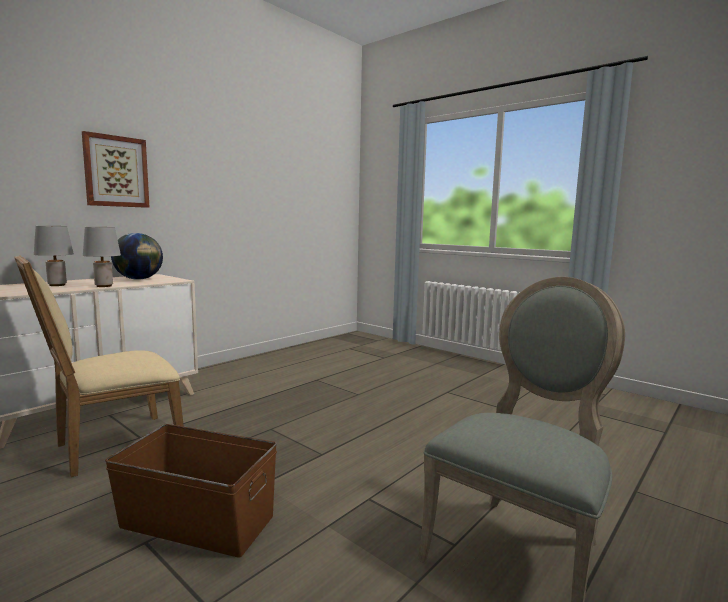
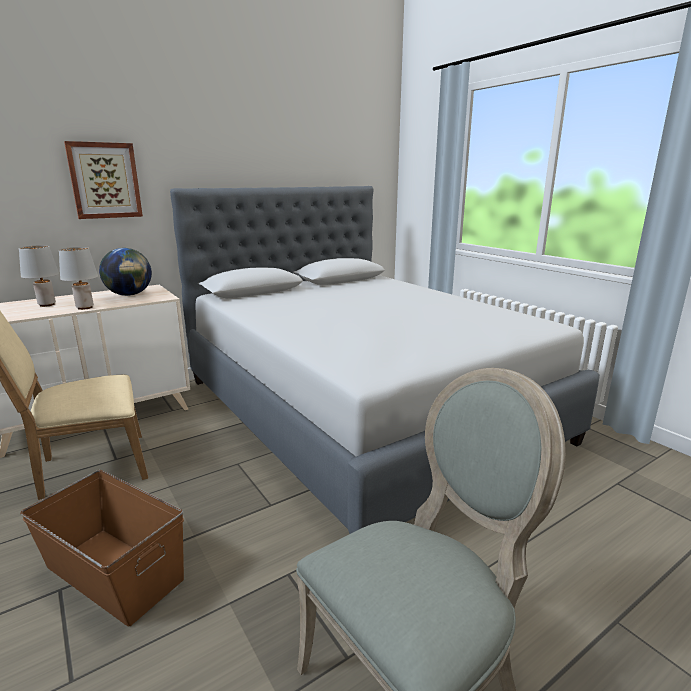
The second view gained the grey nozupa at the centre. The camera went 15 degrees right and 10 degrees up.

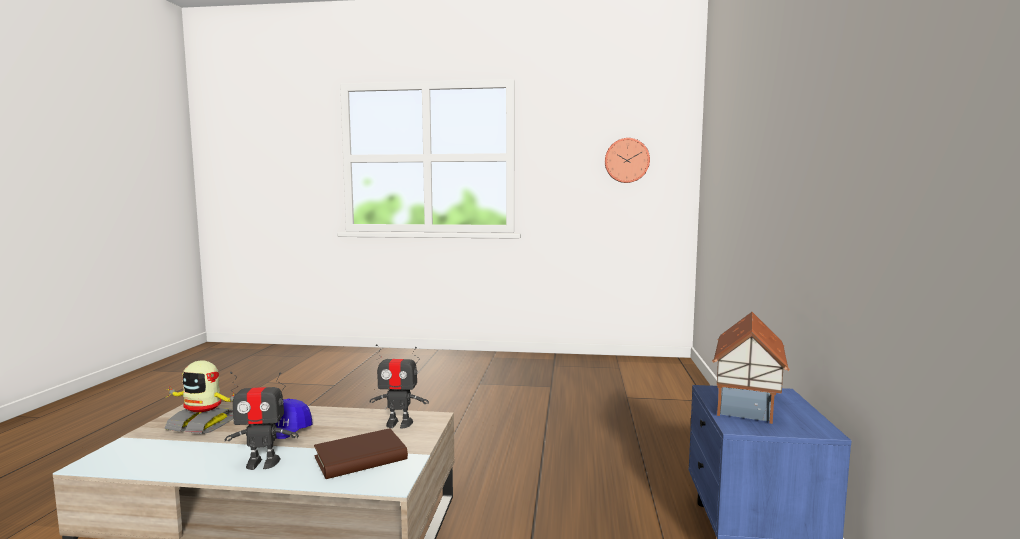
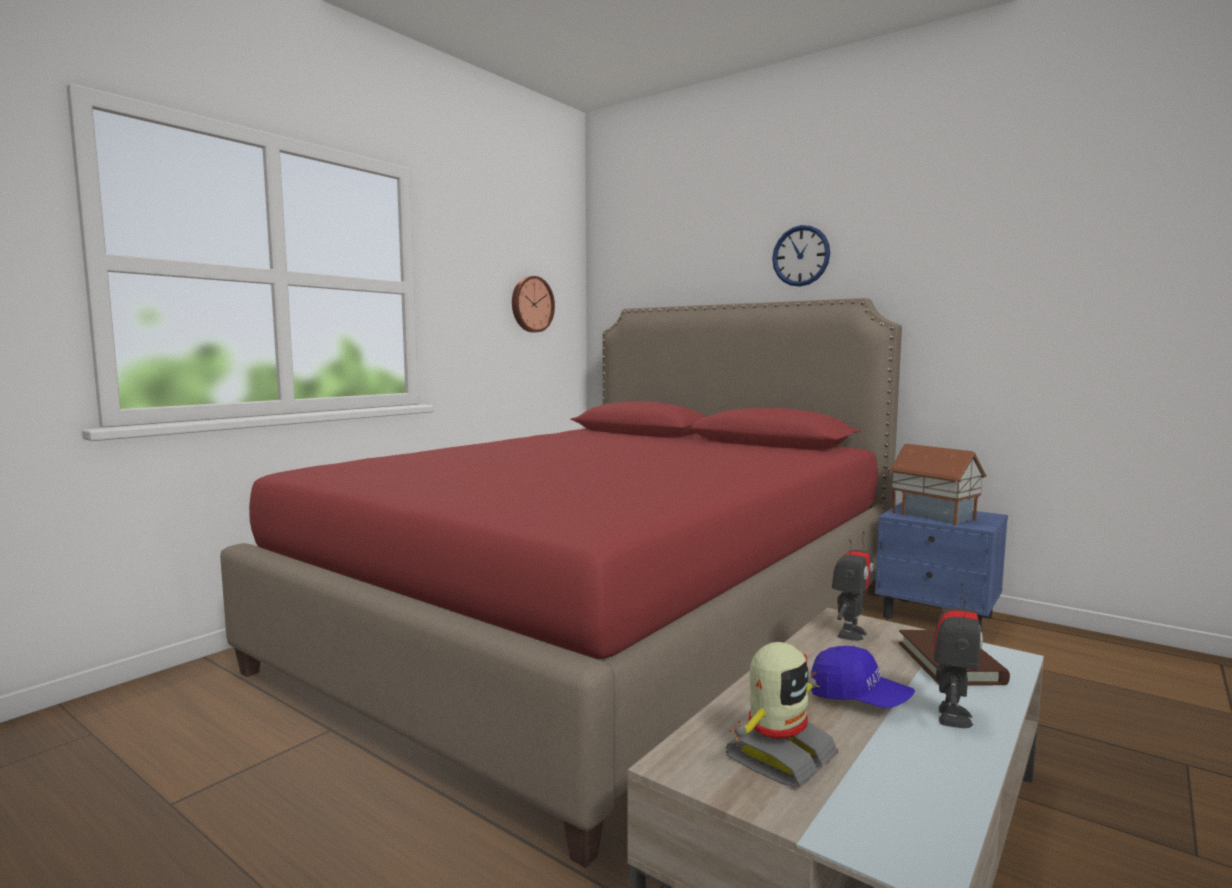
The second view gained the red nozupa at the centre. The second view gained the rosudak (2nd from left) at the top centre. The camera went 60 degrees left and 0 degrees up.

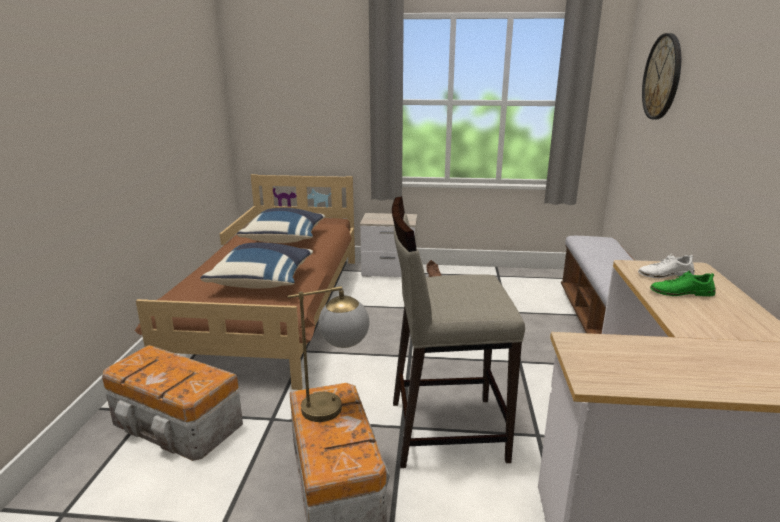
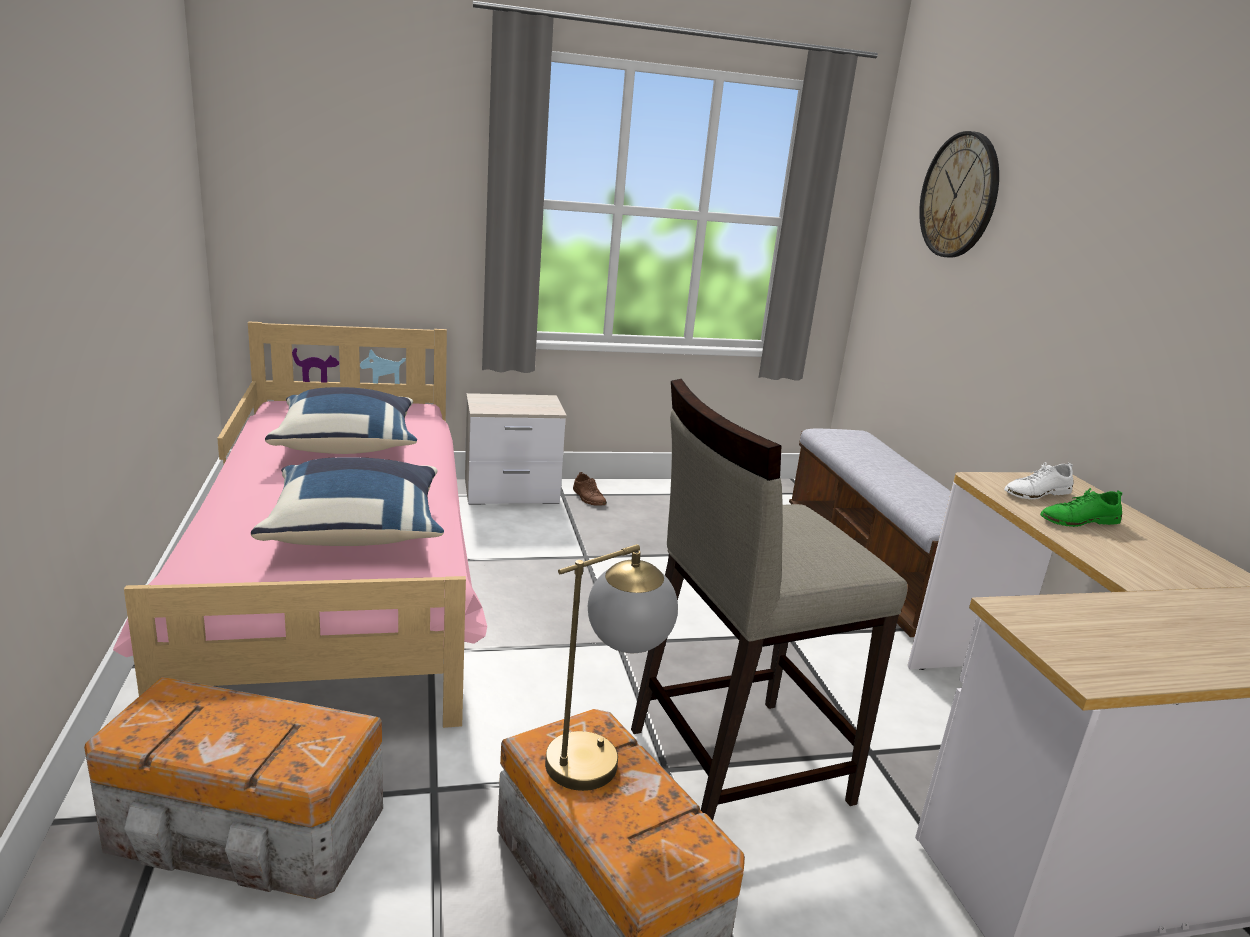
What was the brown nozupa at the middle left turned into the pink nozupa at the middle left. The camera went 20 degrees left and 0 degrees up.

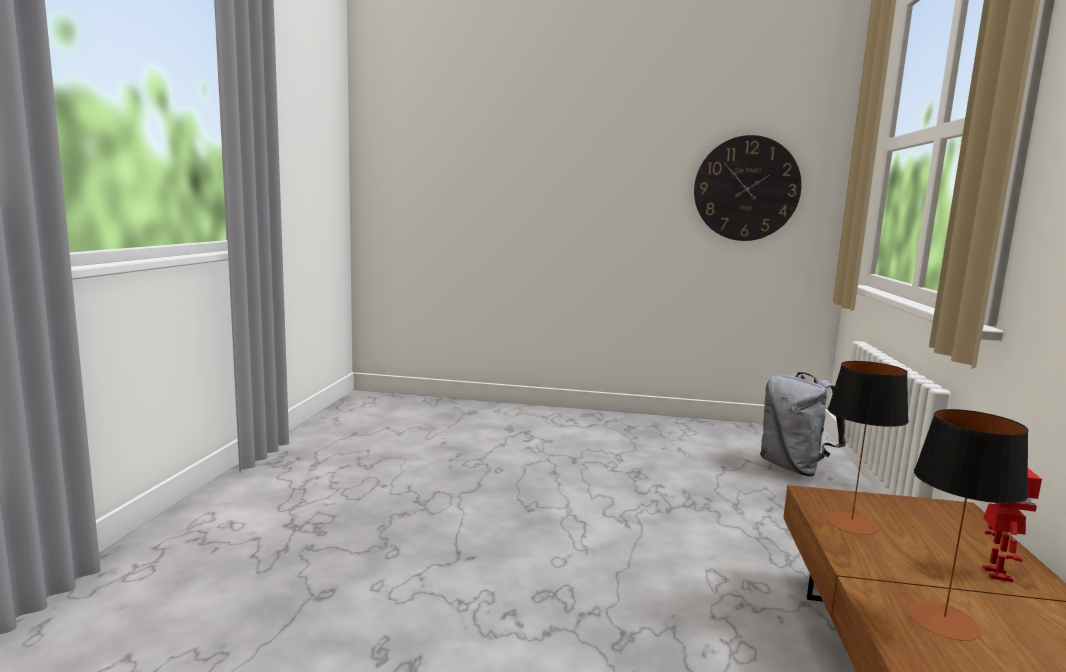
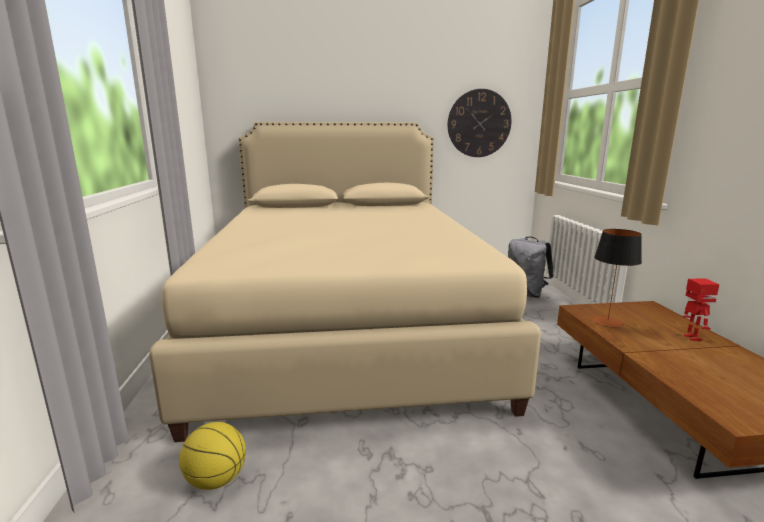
The second view gained the beige nozupa at the centre. The second view gained the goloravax at the bottom left. The second view lost the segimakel (2nd from left) at the bottom right. The camera went 15 degrees left and 5 degrees up.

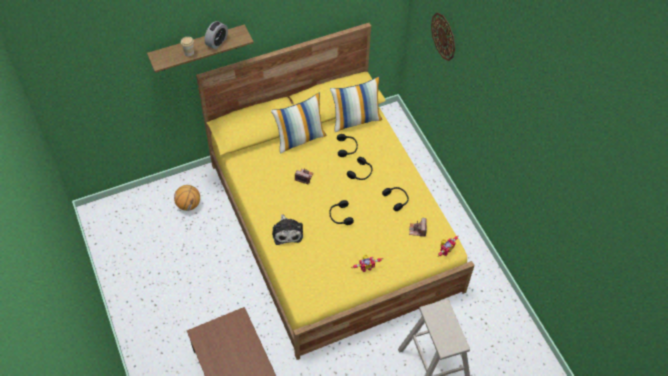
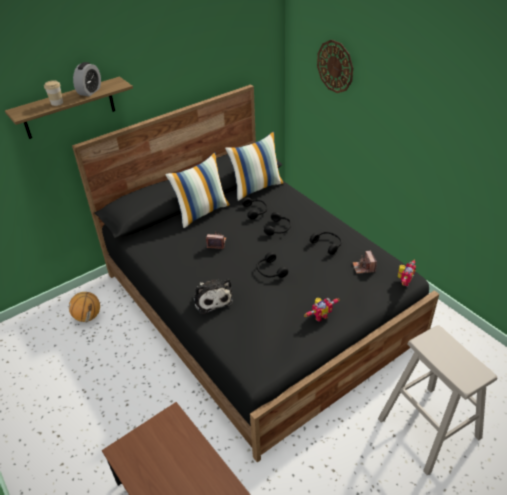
What was the yellow nozupa at the centre turned into the black nozupa at the centre. The camera went 10 degrees left and 15 degrees down.

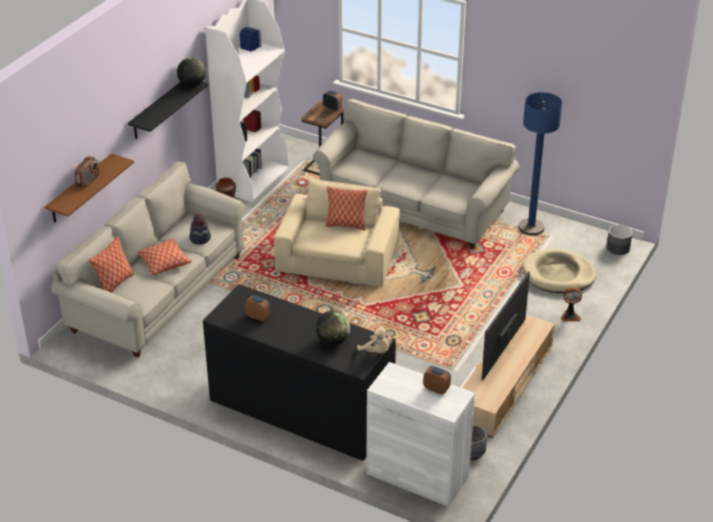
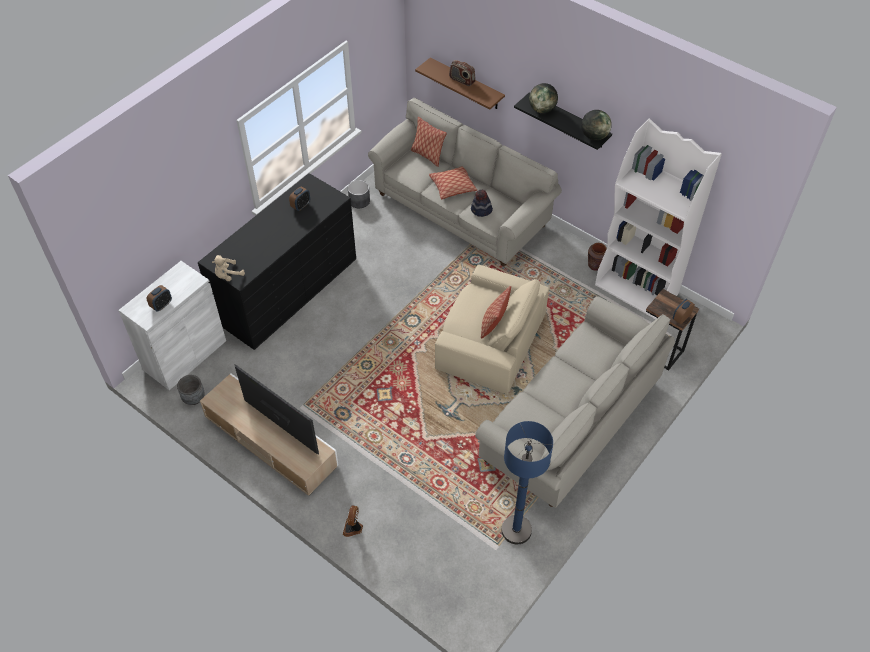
The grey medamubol (2nd from left) ended up elsewhere, having gone from the middle right to the top centre. The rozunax (2nd from left in the first image) ended up elsewhere, having gone from the centre to the top centre. The second view lost the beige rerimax at the middle right. The camera went 100 degrees right and 15 degrees up.

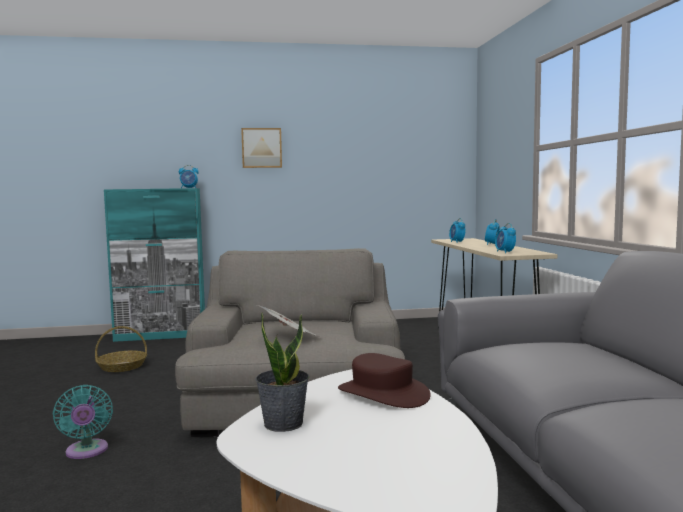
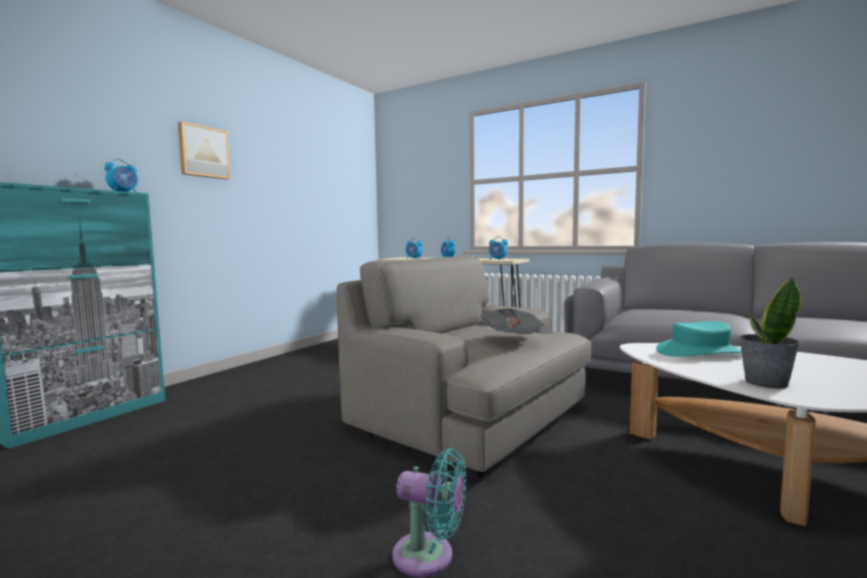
What was the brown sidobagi at the bottom centre turned into the turquoise sidobagi at the middle right. The second view lost the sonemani at the bottom left. The camera went 50 degrees left and 0 degrees up.

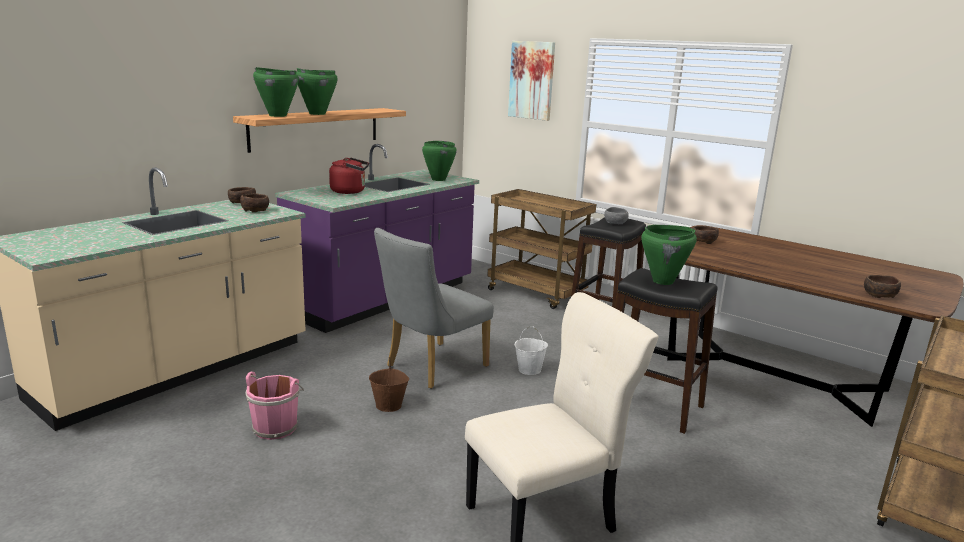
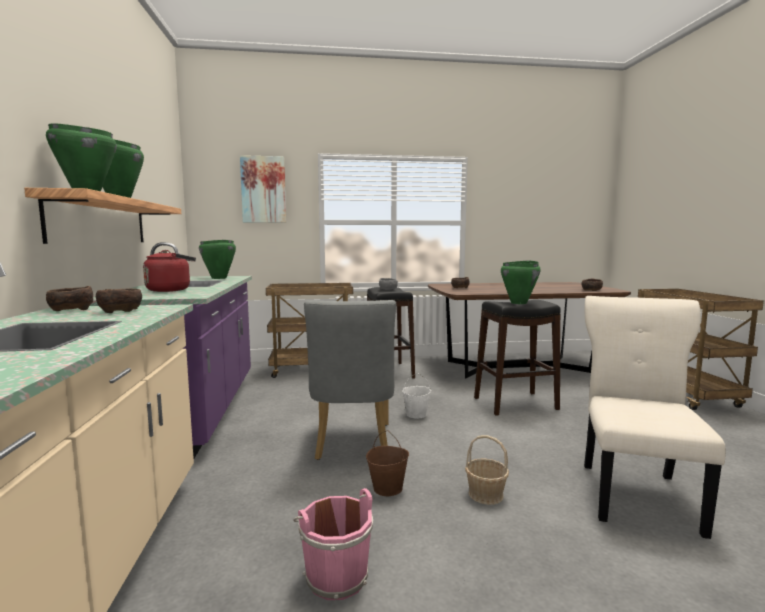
The second view gained the sonemani at the bottom centre. The camera went 45 degrees left and 10 degrees down.

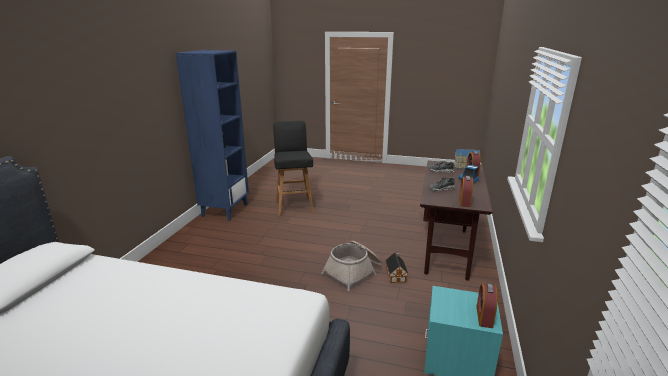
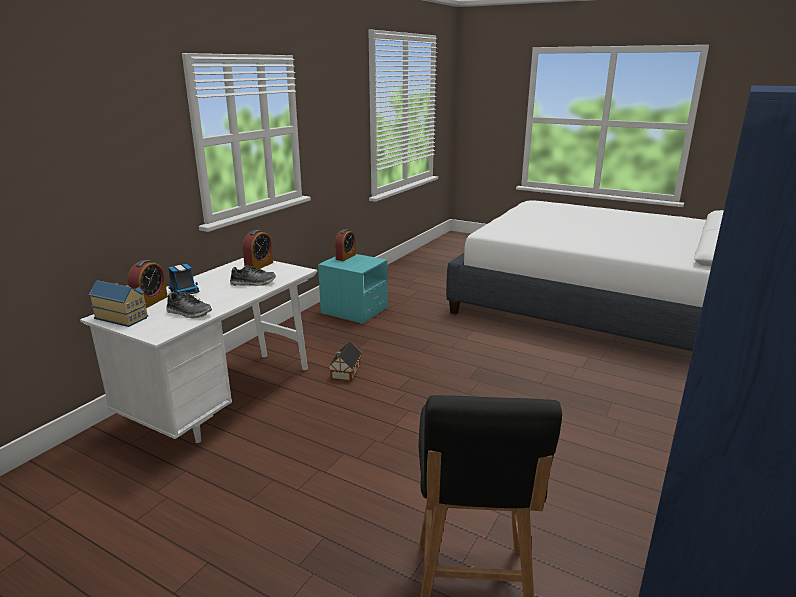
What was the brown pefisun at the middle right turned into the white pefisun at the middle left. The second view lost the sonemani at the bottom centre. The camera went 165 degrees left and 0 degrees up.

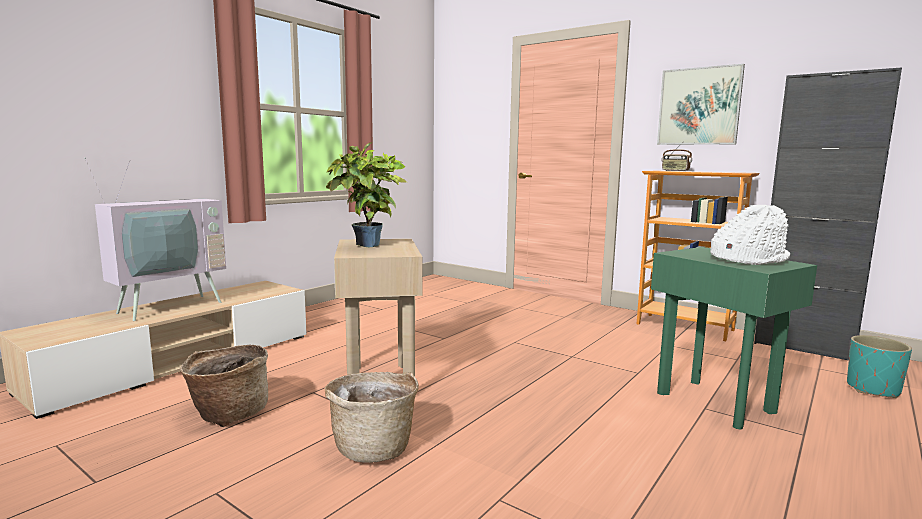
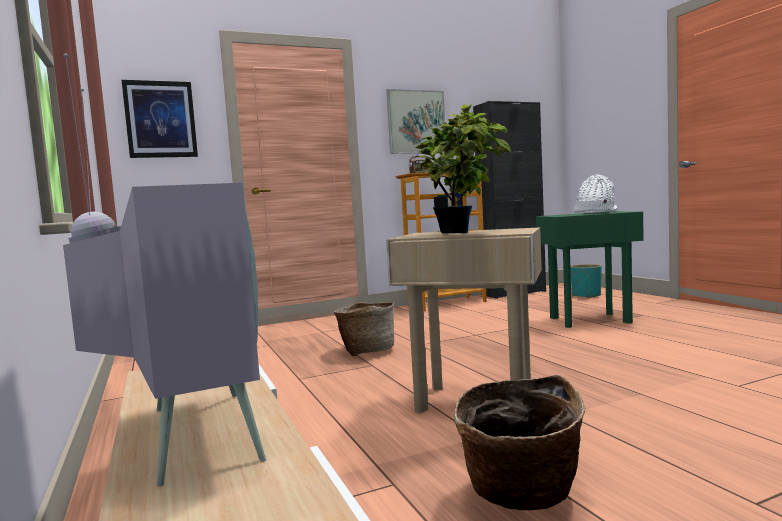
The second view gained the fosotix (1st from left) at the top left. The sonemani (2nd from left in the first image) ended up elsewhere, having gone from the bottom centre to the centre. The camera went 60 degrees left and 5 degrees down.

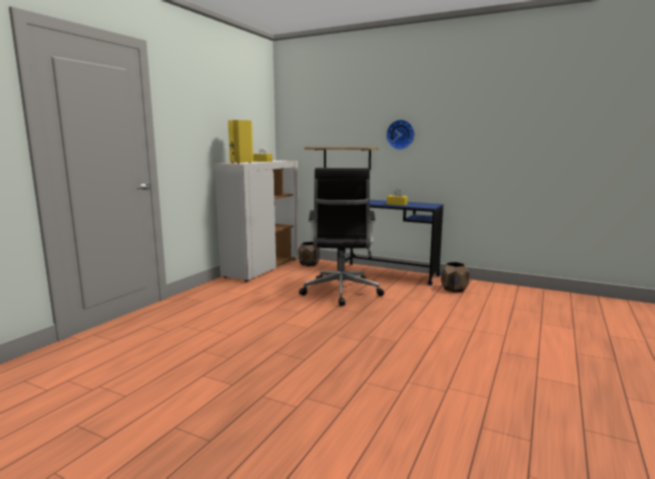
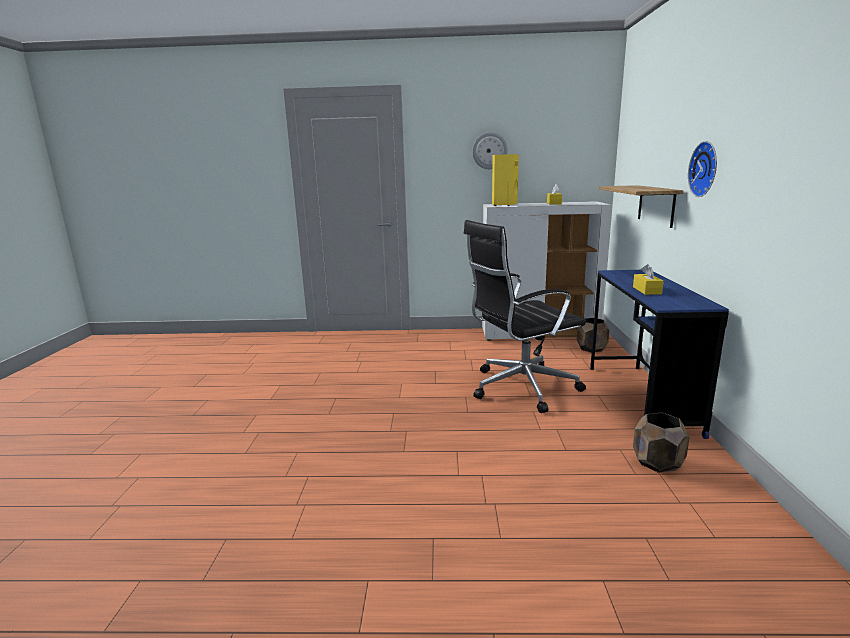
The second view gained the rosudak (1st from left) at the top centre. The camera went 65 degrees right and 5 degrees up.

